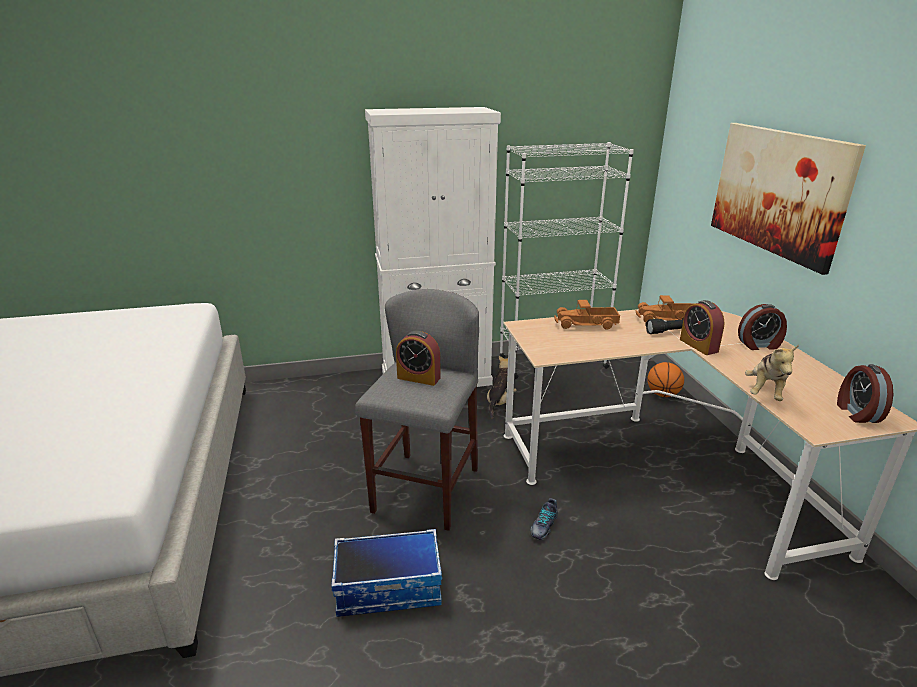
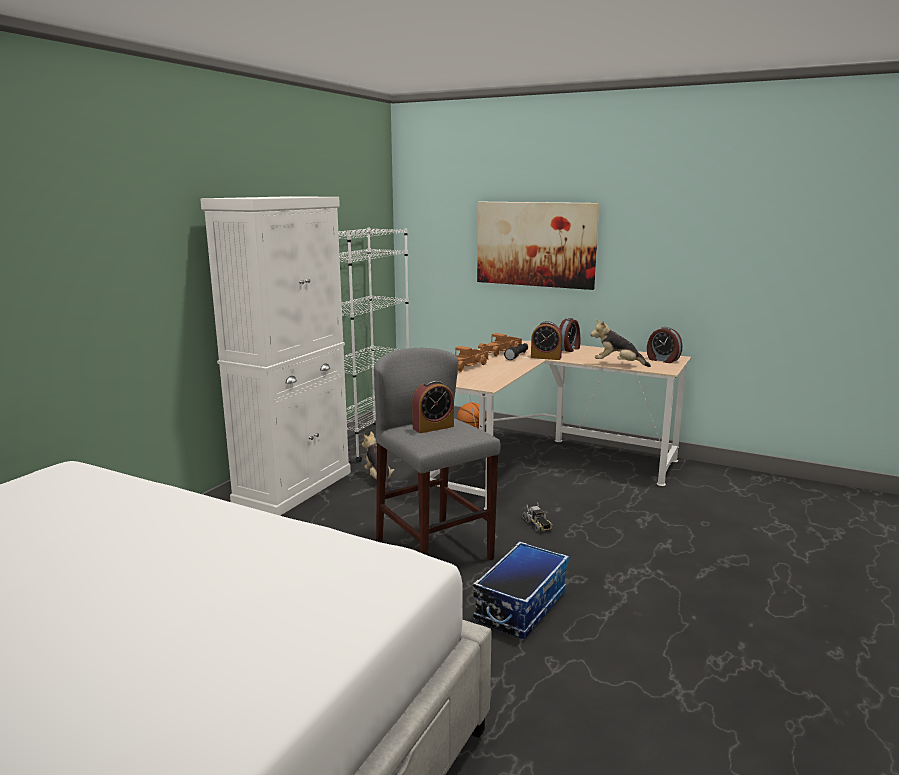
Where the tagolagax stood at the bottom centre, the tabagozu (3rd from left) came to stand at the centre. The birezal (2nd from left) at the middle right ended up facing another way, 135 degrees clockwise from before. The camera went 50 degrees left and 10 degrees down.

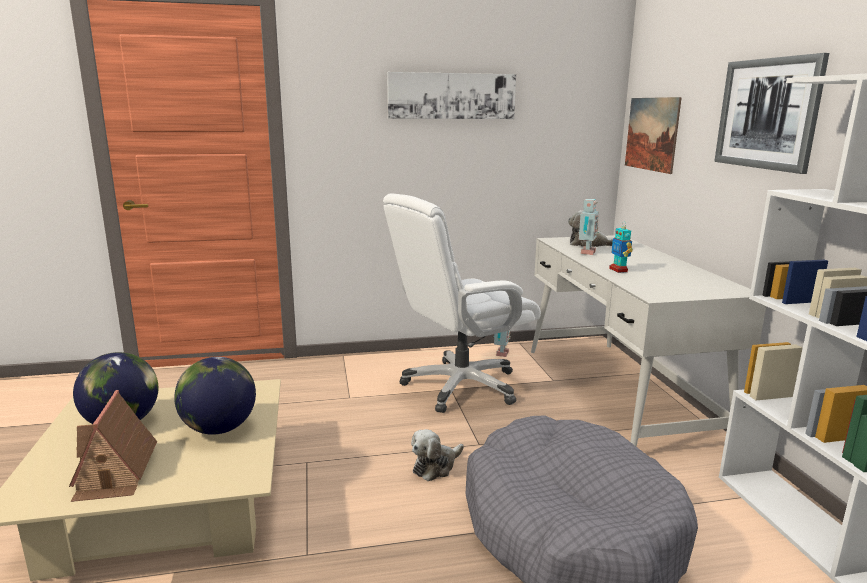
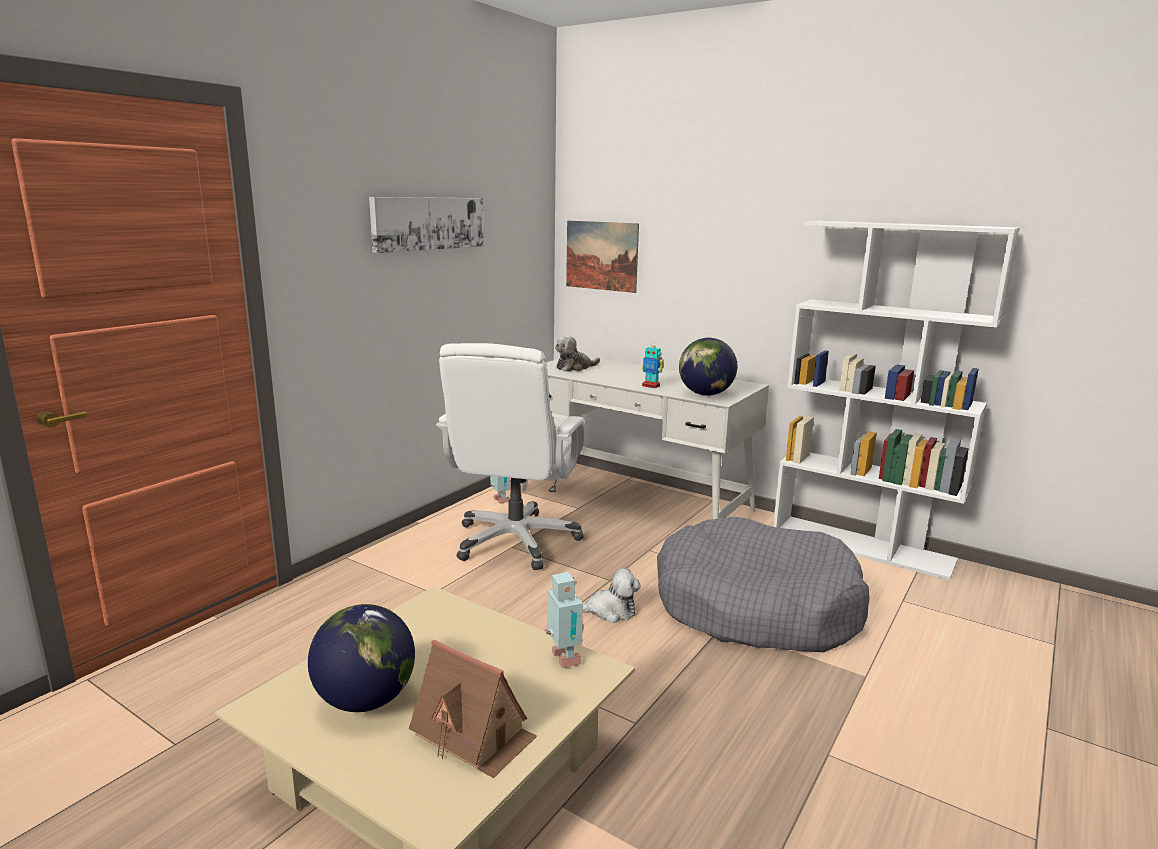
The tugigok (2nd from left) ended up elsewhere, having gone from the middle right to the bottom centre. The birezal (1st from left in the first image) at the bottom centre ended up facing another way, 90 degrees counterclockwise from before. The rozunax (2nd from left) ended up elsewhere, having gone from the bottom left to the centre. The second view lost the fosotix (3rd from left) at the top right. The camera went 45 degrees left and 0 degrees up.

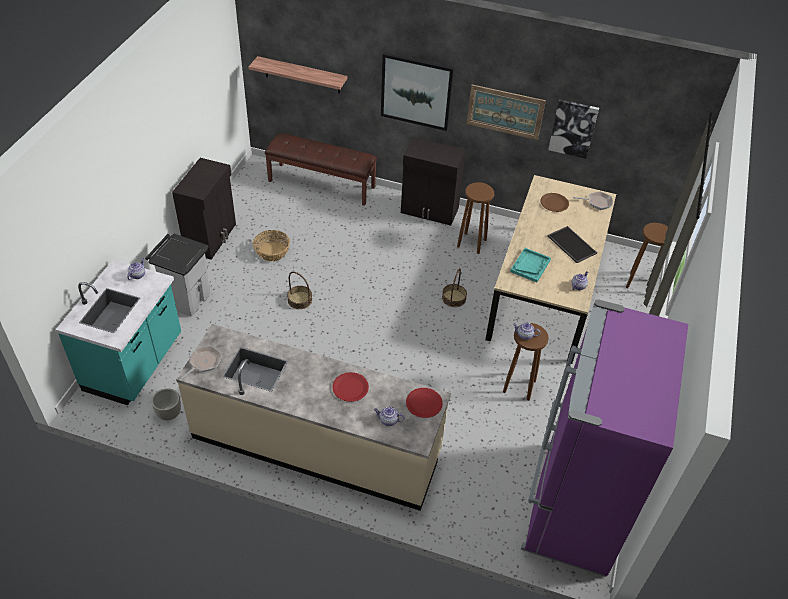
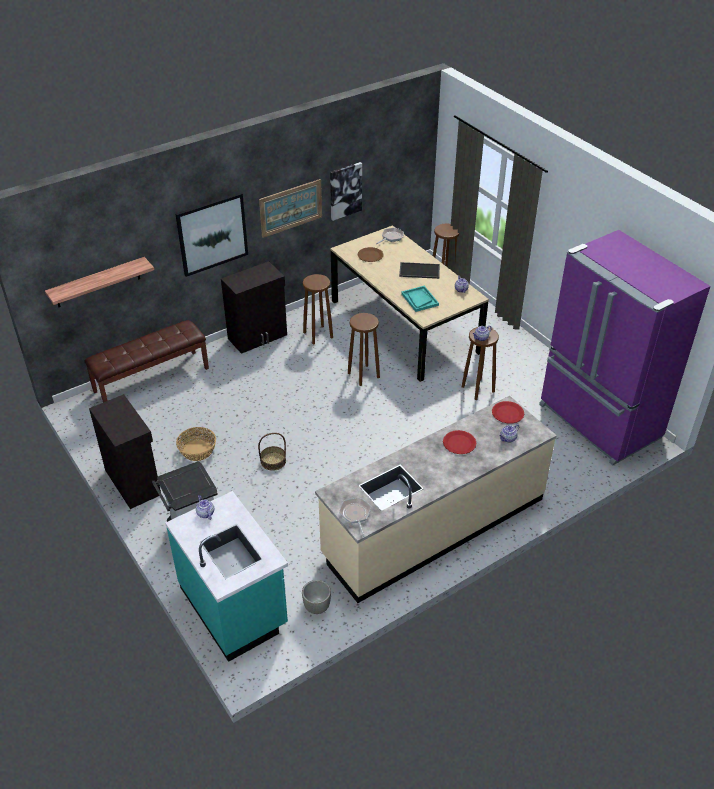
Where the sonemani (3rd from left) stood at the centre, the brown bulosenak (2nd from left) came to stand at the centre. The camera went 50 degrees left and 5 degrees down.

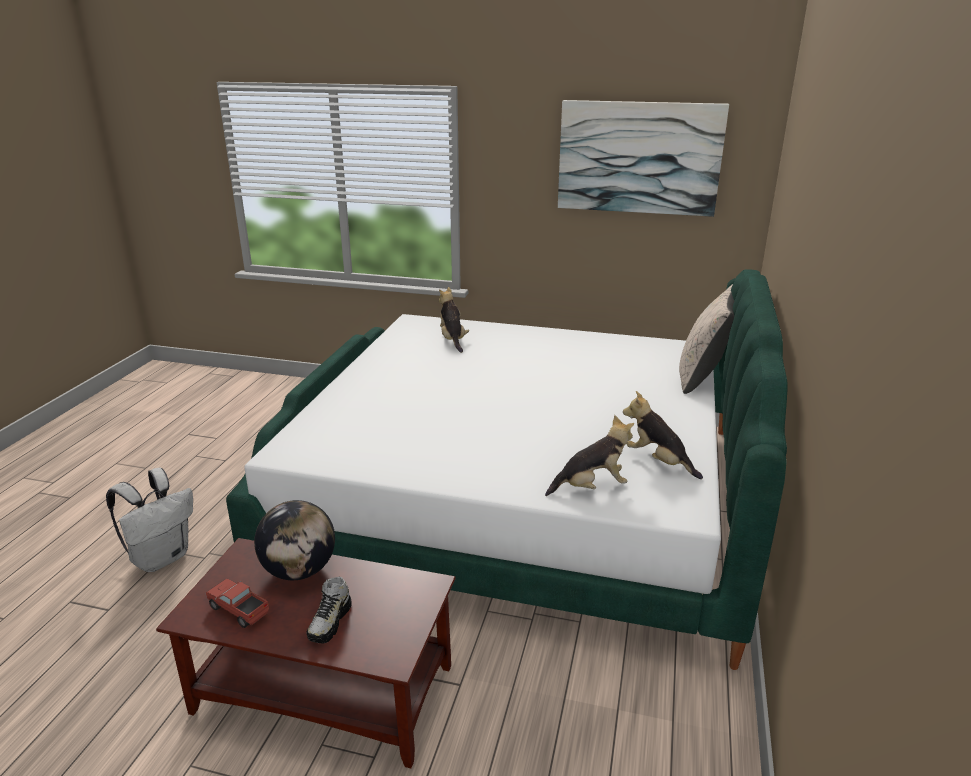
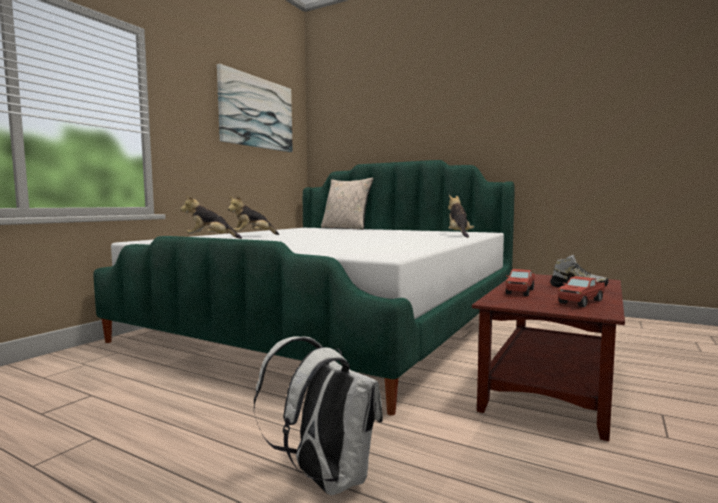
The birezal (3rd from left in the first image) ended up elsewhere, having gone from the middle right to the centre. Where the rozunax stood at the bottom left, the tabagozu (1st from left) came to stand at the middle right. The camera went 75 degrees left and 20 degrees down.

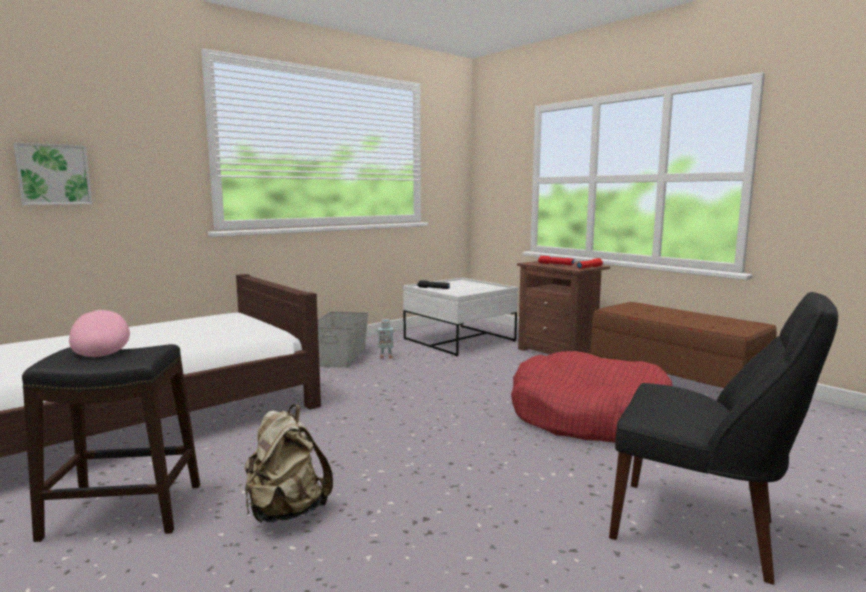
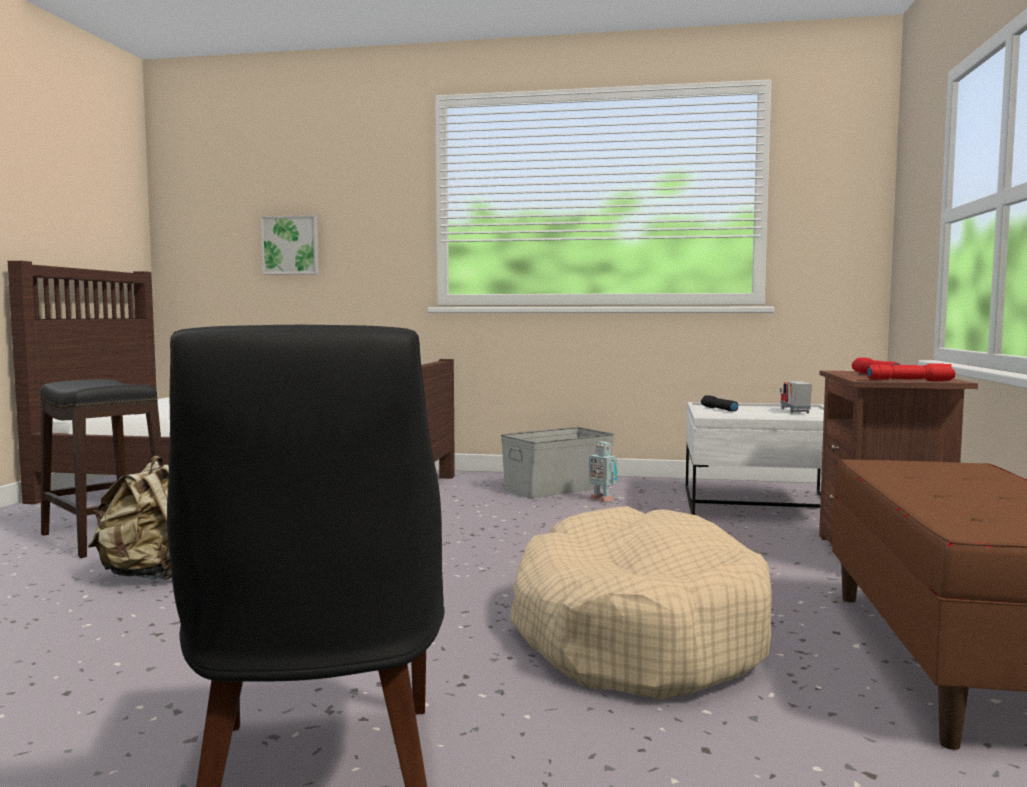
What was the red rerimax at the bottom right turned into the beige rerimax at the bottom centre. The second view gained the tabagozu at the middle right. The second view lost the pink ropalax at the middle left. The camera went 50 degrees right and 5 degrees down.

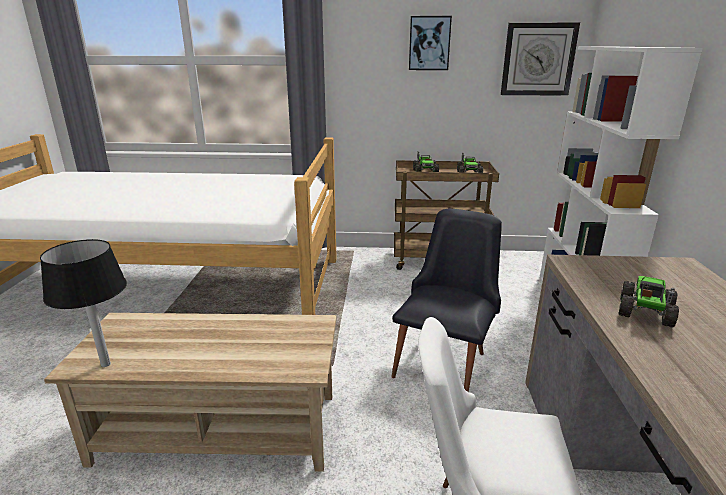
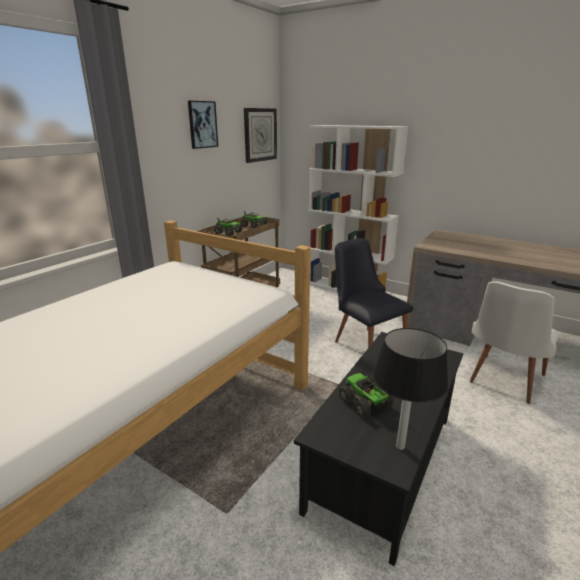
What was the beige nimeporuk at the bottom left turned into the black nimeporuk at the bottom centre. The tabagozu (3rd from left) ended up elsewhere, having gone from the middle right to the bottom centre. The camera went 60 degrees left and 0 degrees up.

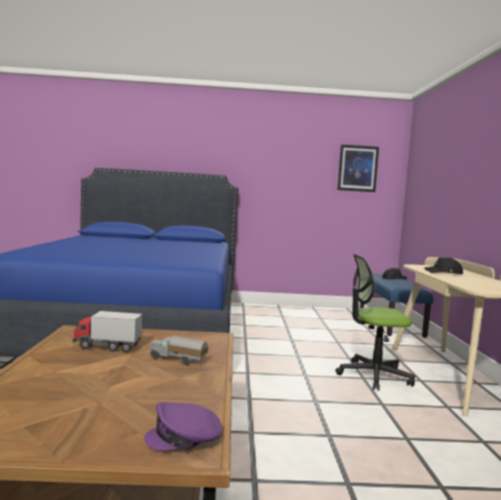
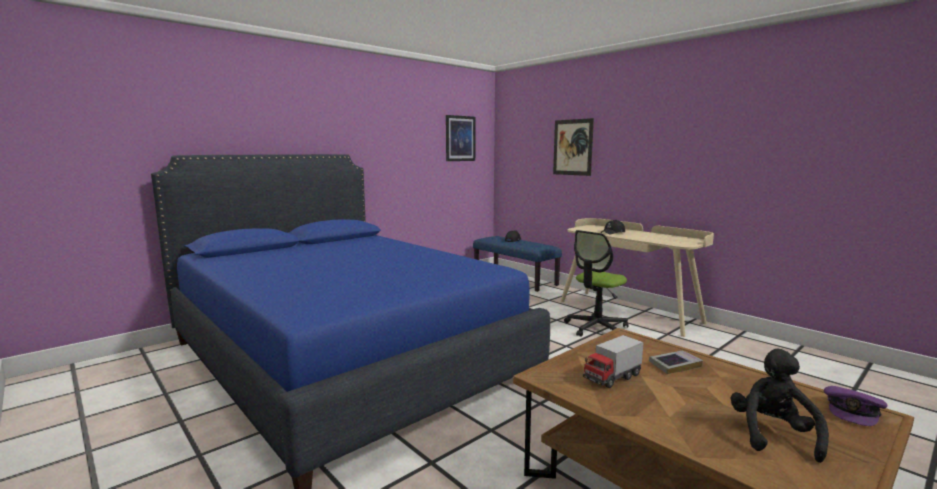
The second view gained the fosotix (2nd from left) at the top centre. Where the tabagozu (2nd from left) stood at the bottom centre, the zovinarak came to stand at the bottom right. The second view gained the black birezal at the bottom right. The camera went 40 degrees left and 5 degrees up.

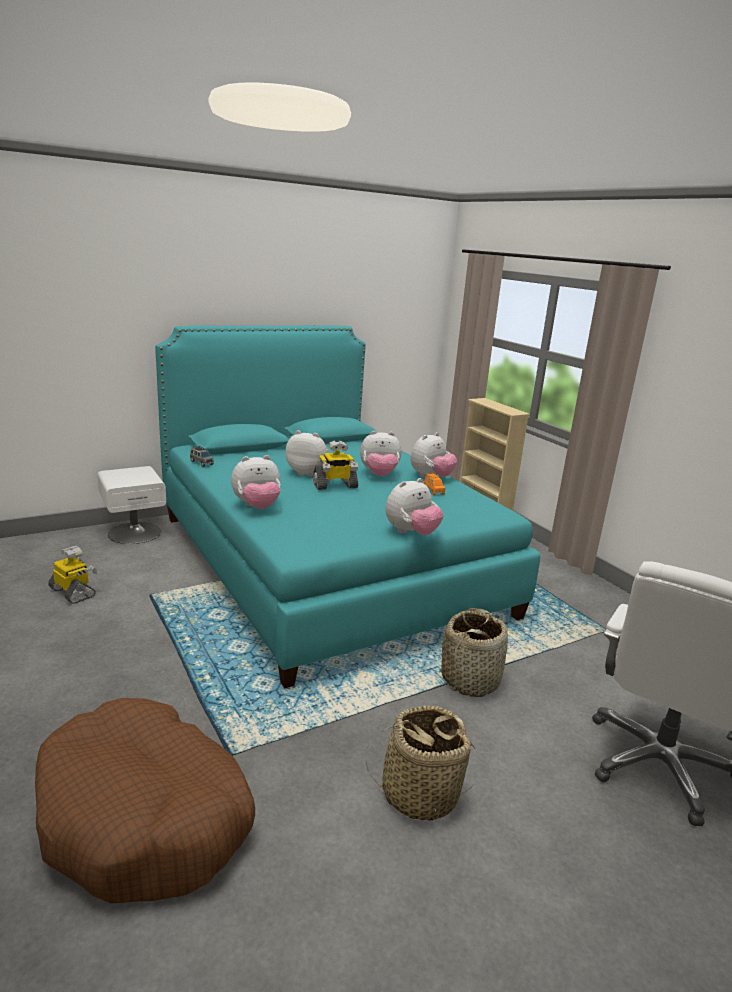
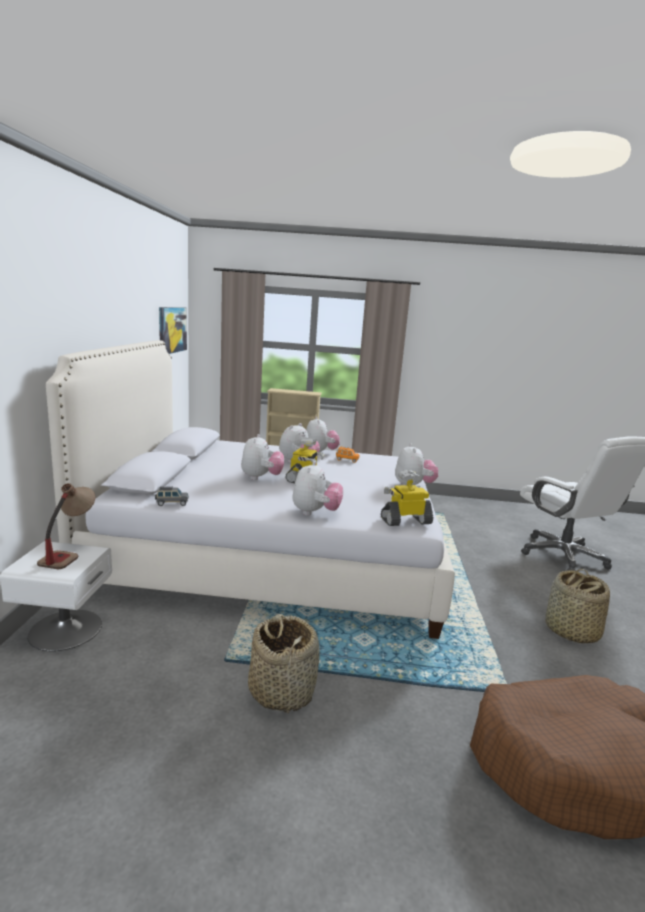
The second view gained the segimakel at the middle left. What was the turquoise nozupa at the centre turned into the white nozupa at the centre. The second view gained the fosotix at the middle left. The birezal (2nd from left in the first image) at the centre ended up facing another way, 135 degrees clockwise from before. The sonemani (2nd from left in the first image) ended up elsewhere, having gone from the centre to the bottom centre. The tugigok (1st from left in the first image) ended up elsewhere, having gone from the middle left to the centre. The camera went 55 degrees left and 5 degrees down.

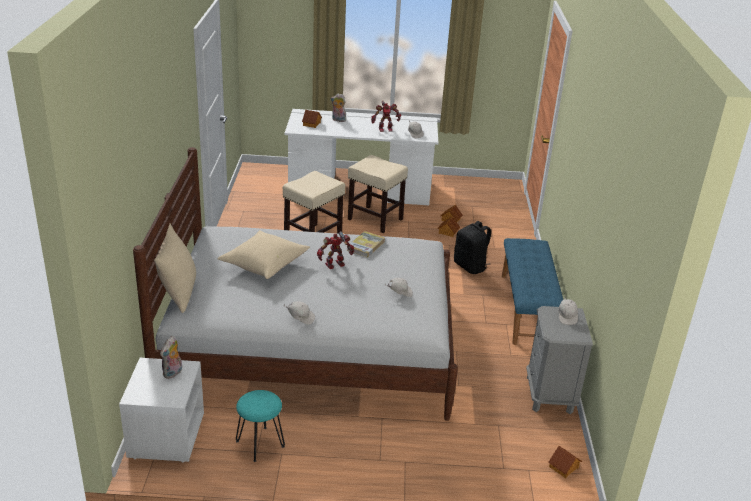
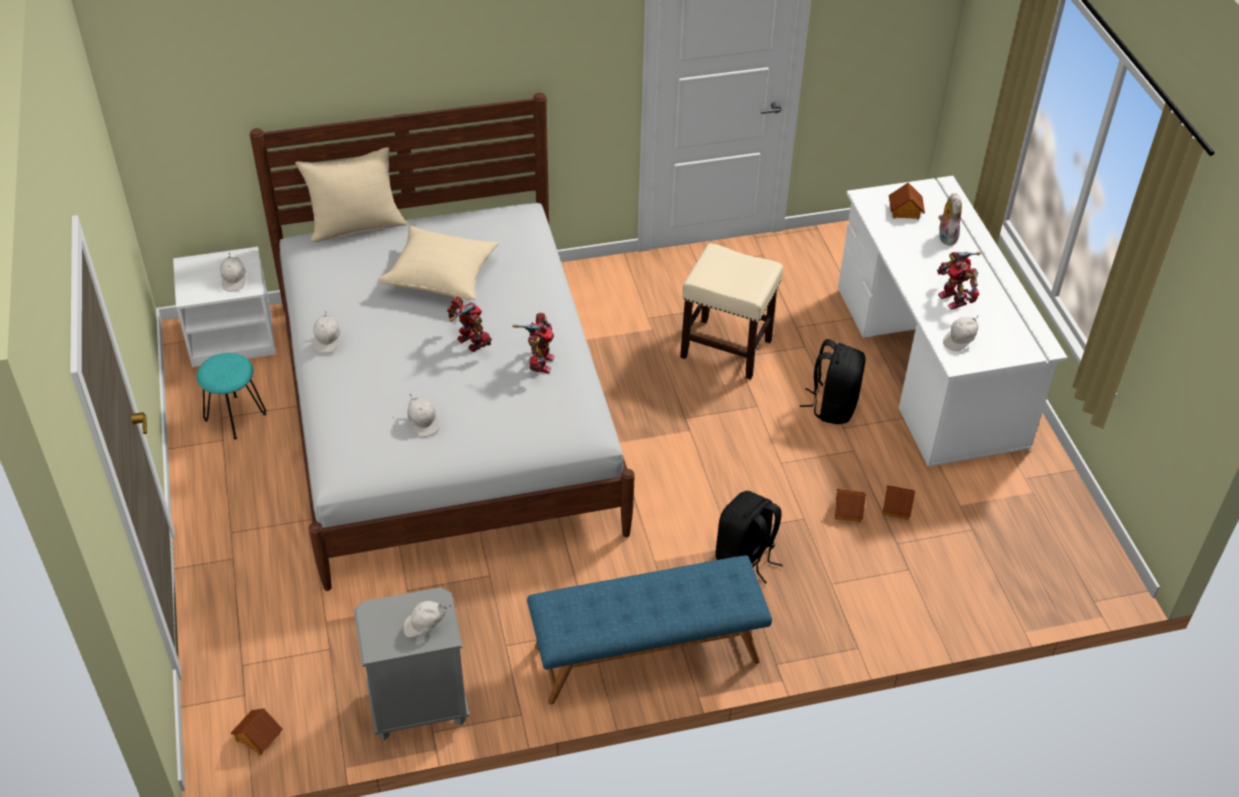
Where the birezal (1st from left) stood at the bottom left, the white ropalax (1st from left) came to stand at the middle left. Where the zovinarak stood at the centre, the tugigok (2nd from left) came to stand at the centre. Where the beige bulosenak (2nd from left) stood at the centre, the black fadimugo (2nd from left) came to stand at the middle right. The camera went 75 degrees right and 15 degrees up.

